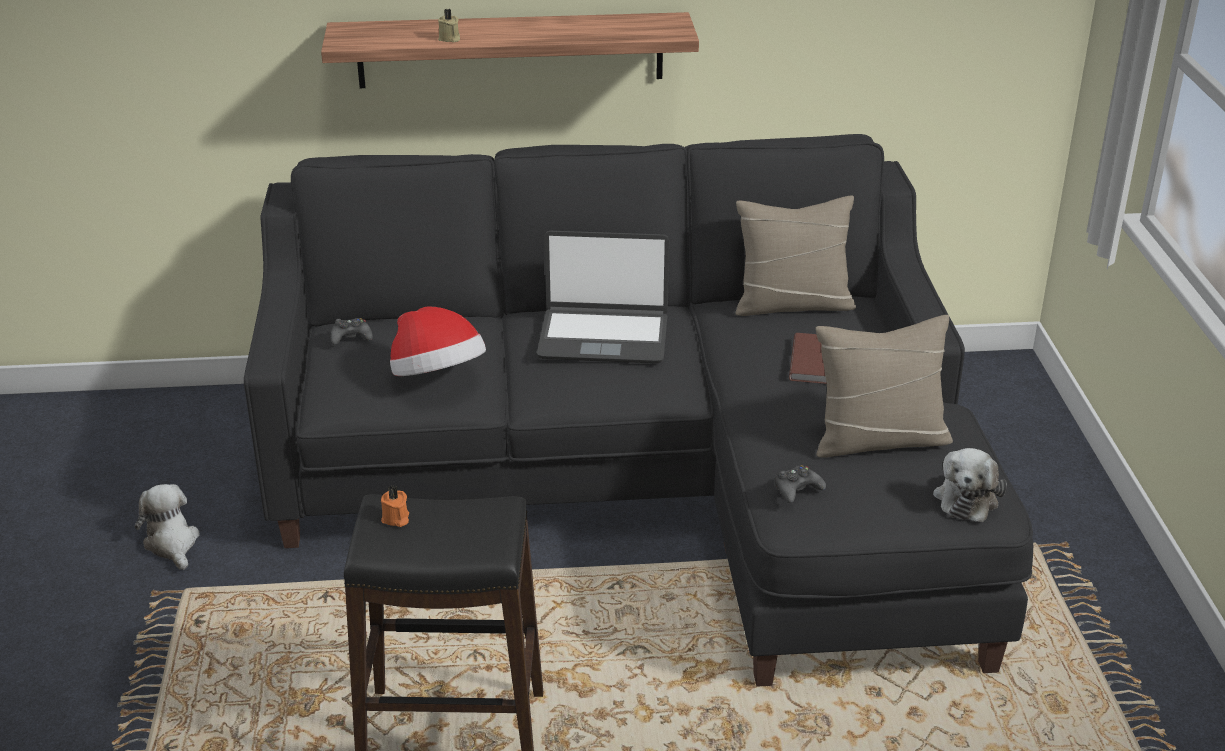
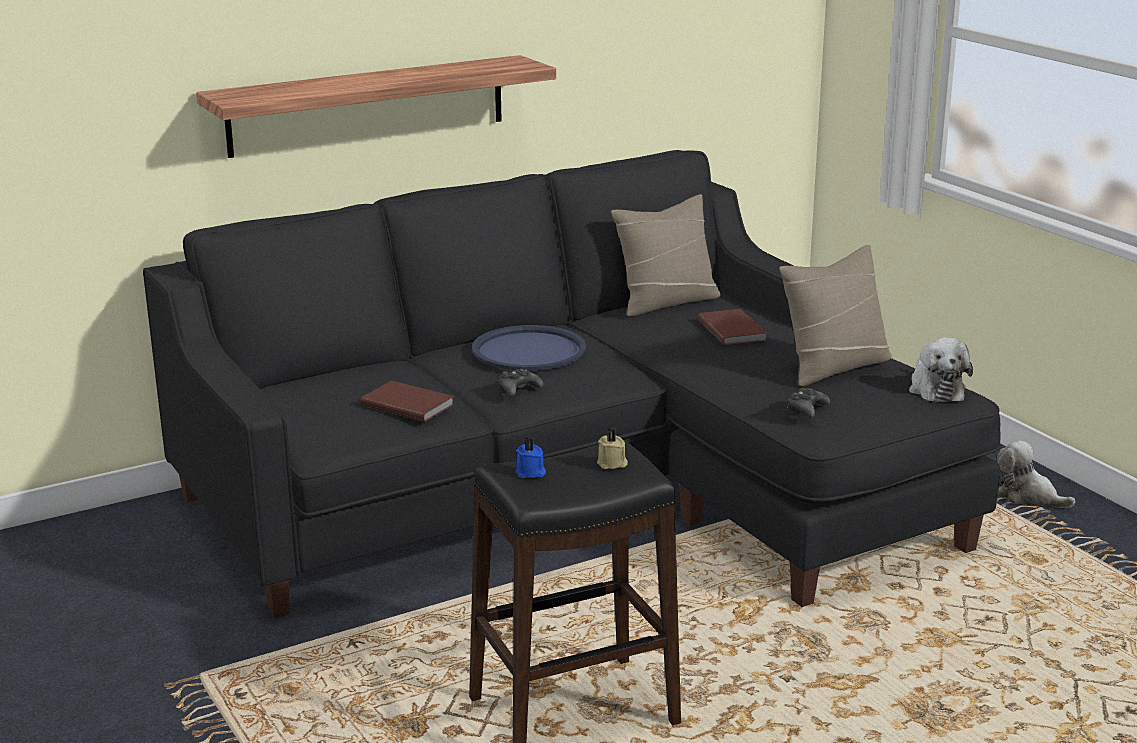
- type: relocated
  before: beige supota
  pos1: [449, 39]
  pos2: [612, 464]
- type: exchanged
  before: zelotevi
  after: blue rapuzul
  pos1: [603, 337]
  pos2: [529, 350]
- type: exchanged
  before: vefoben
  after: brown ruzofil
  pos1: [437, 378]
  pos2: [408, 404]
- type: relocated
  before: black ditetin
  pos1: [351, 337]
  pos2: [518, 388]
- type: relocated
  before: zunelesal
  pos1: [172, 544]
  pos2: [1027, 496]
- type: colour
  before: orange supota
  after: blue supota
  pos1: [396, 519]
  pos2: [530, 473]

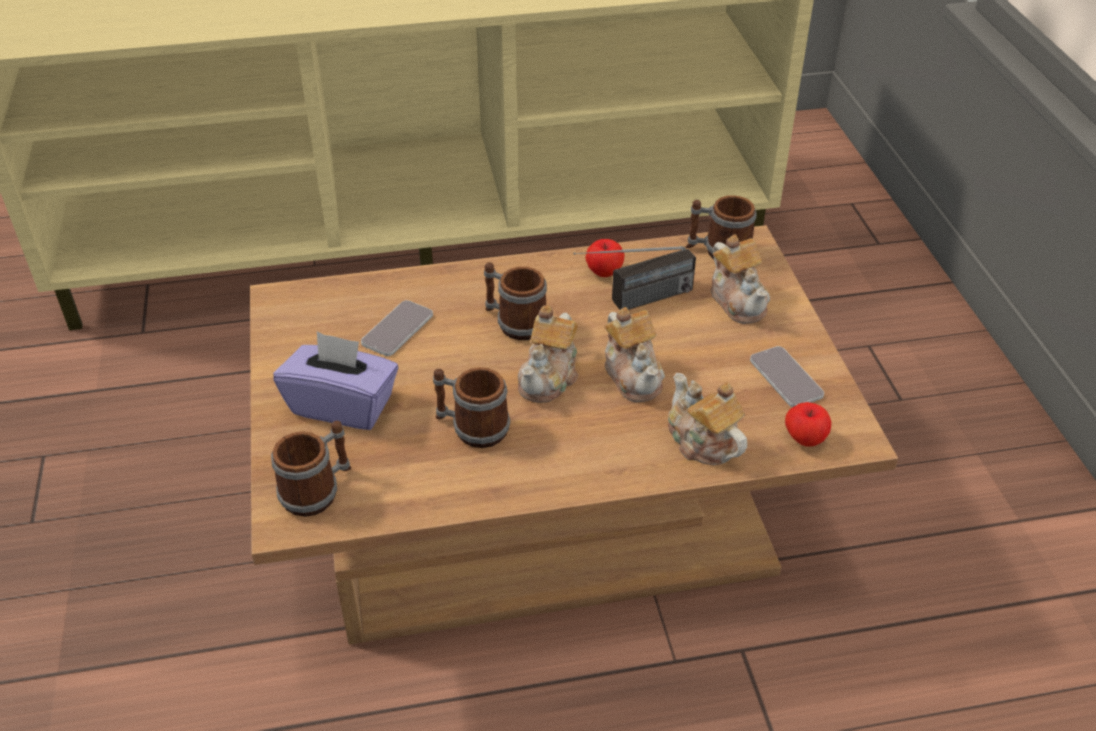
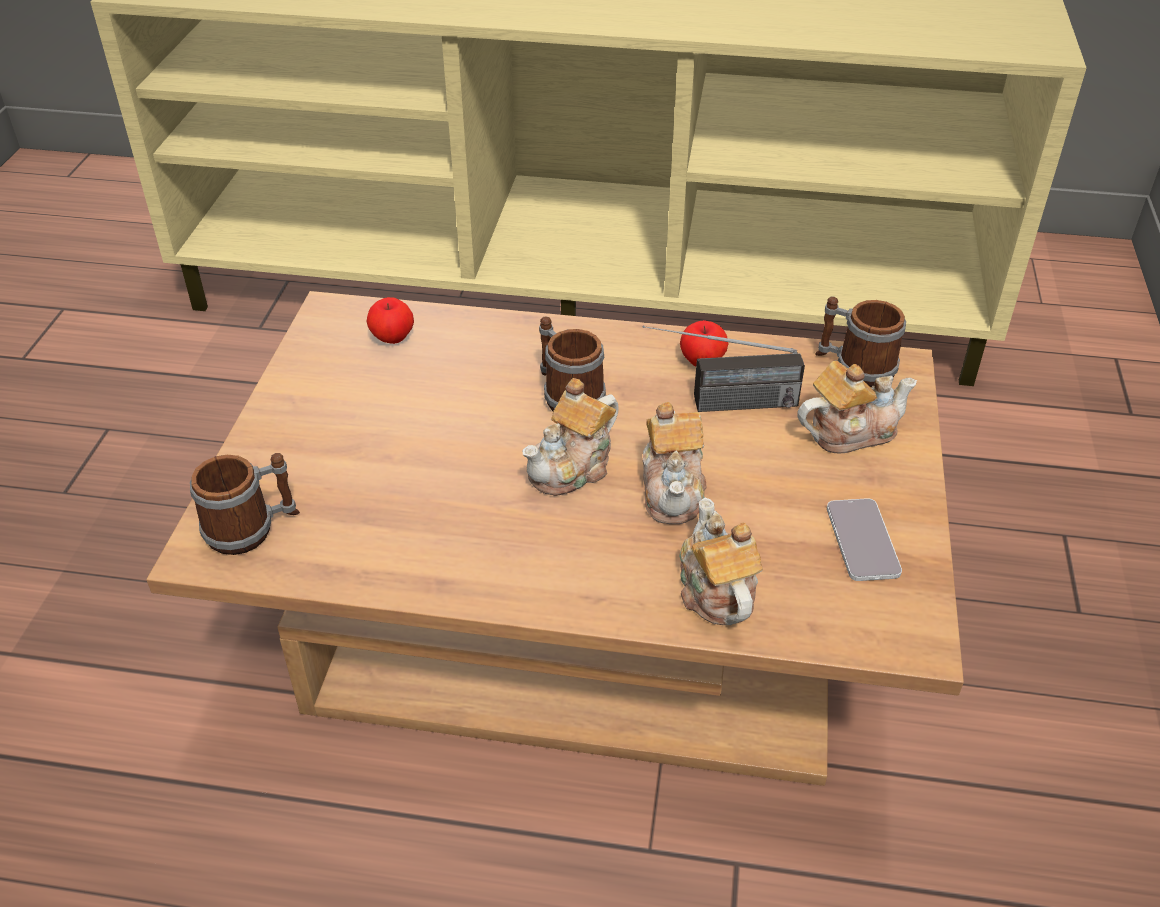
- type: spun
  before: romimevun
  pos1: [738, 300]
  pos2: [849, 432]
  turn: -105
- type: missing
  before: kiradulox
  pos1: [397, 329]
- type: missing
  before: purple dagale
  pos1: [343, 405]
- type: missing
  before: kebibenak
  pos1: [471, 428]
- type: relocated
  before: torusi
  pos1: [804, 439]
  pos2: [392, 337]

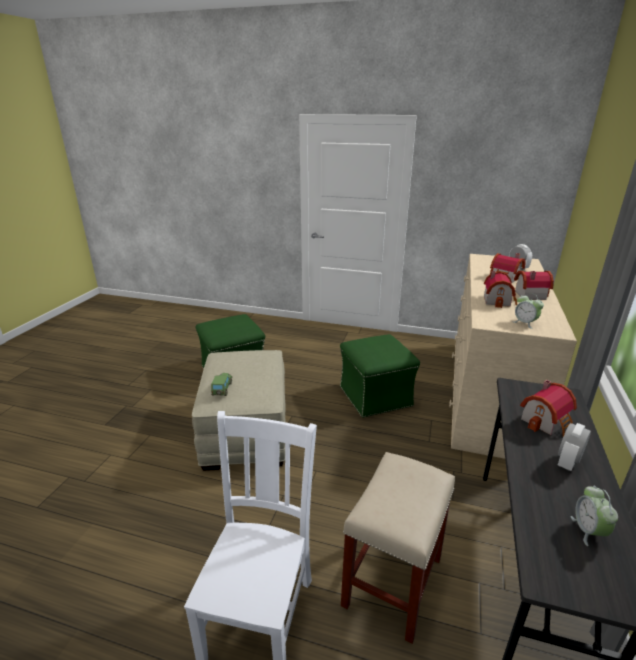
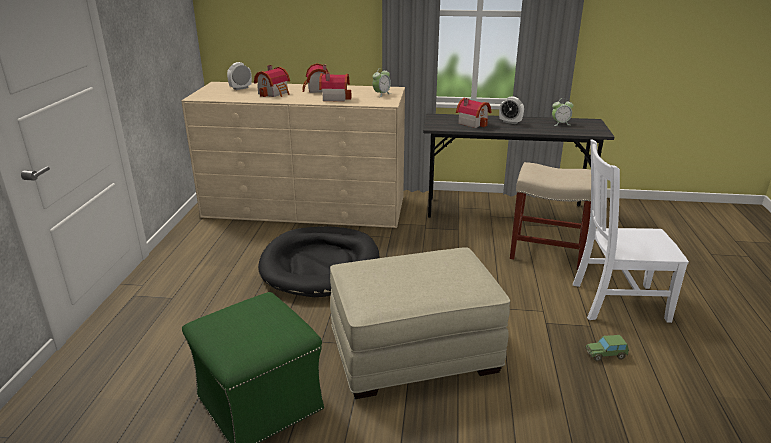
- type: exchanged
  before: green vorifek
  after: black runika
  pos1: [375, 397]
  pos2: [320, 265]
- type: relocated
  before: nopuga
  pos1: [222, 389]
  pos2: [606, 354]

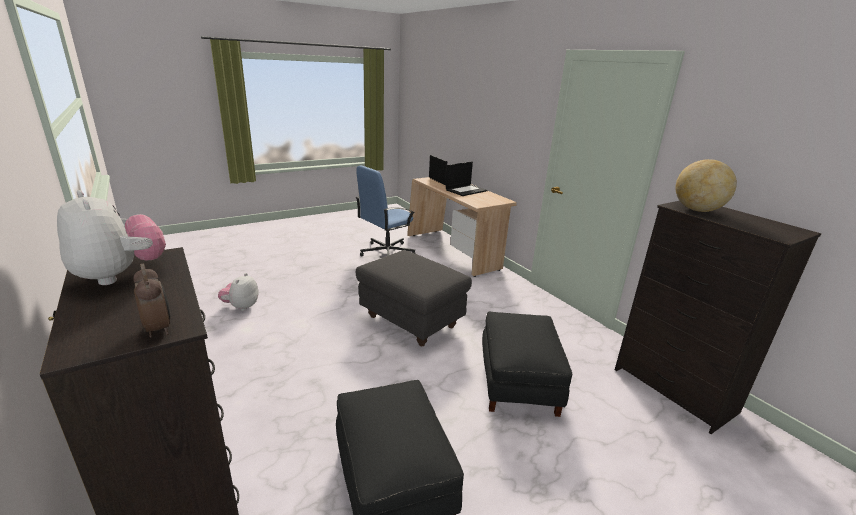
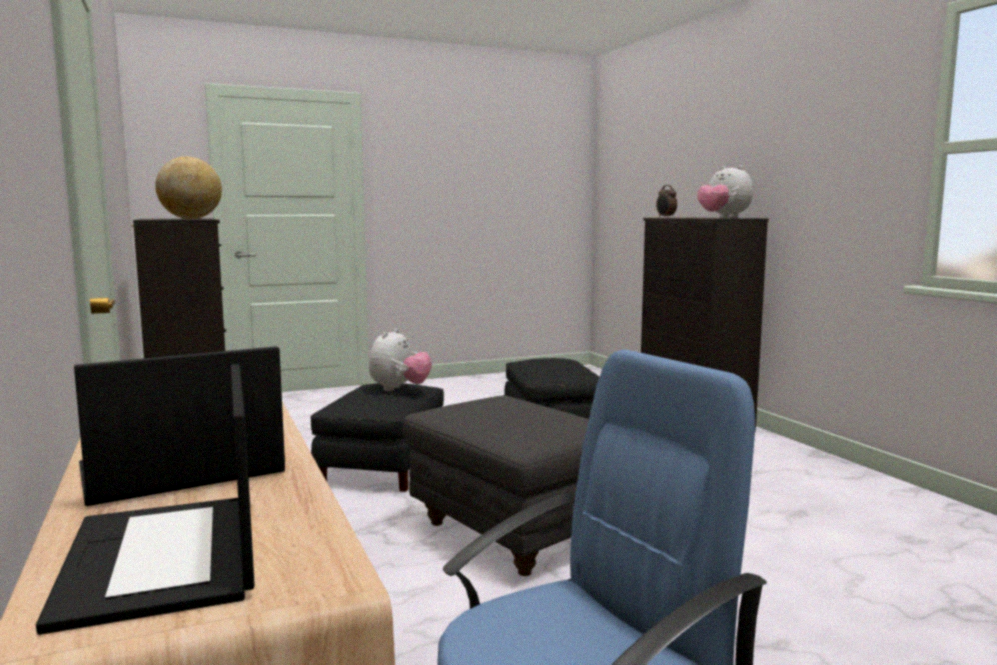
- type: relocated
  before: zunelesal
  pos1: [241, 307]
  pos2: [399, 389]

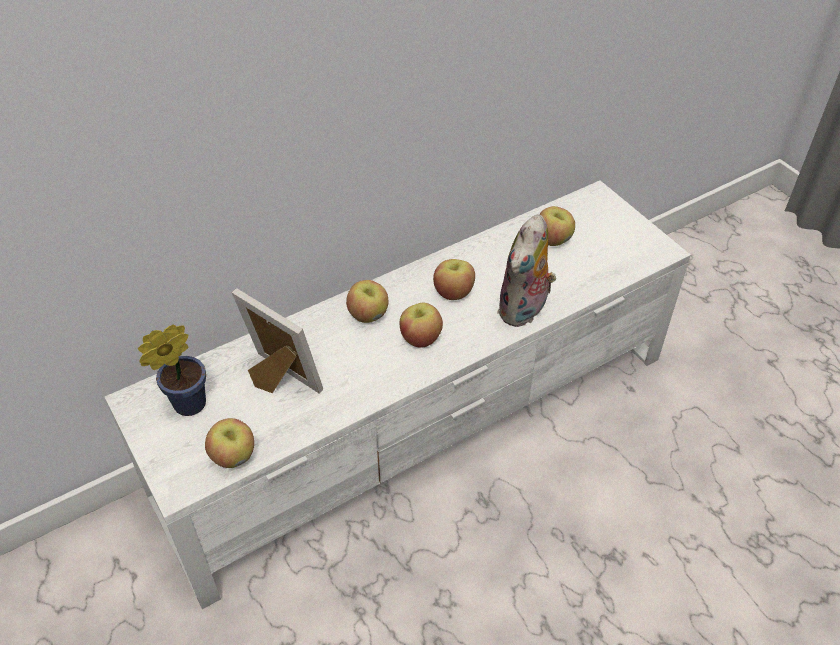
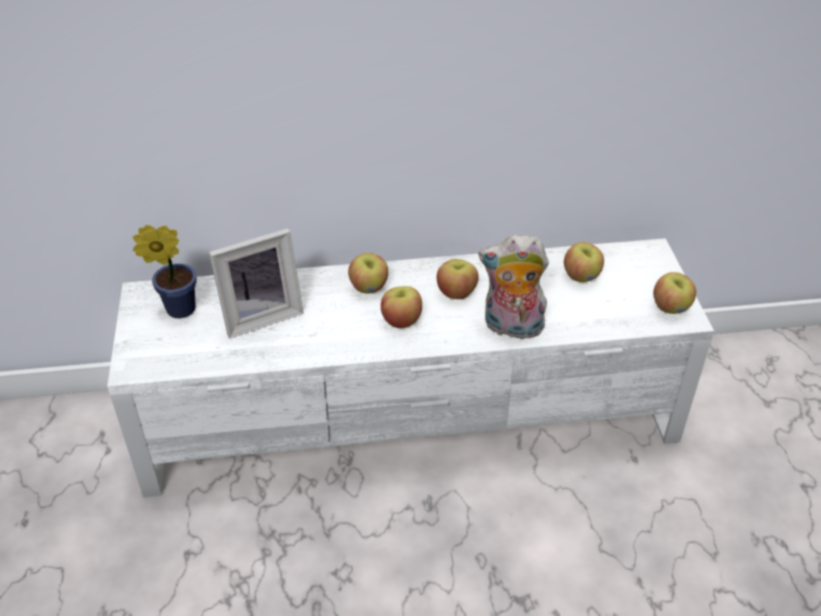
- type: spun
  before: zunelesal
  pos1: [524, 311]
  pos2: [511, 328]
  turn: 45
- type: spun
  before: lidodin
  pos1: [279, 381]
  pos2: [260, 315]
  turn: 90
- type: relocated
  before: torusi
  pos1: [234, 456]
  pos2: [671, 307]

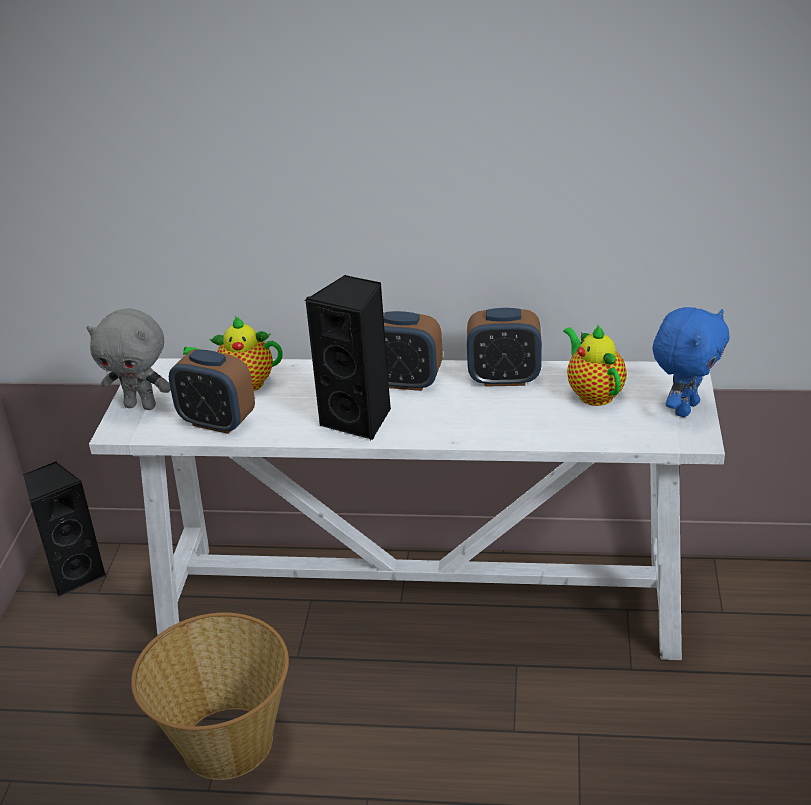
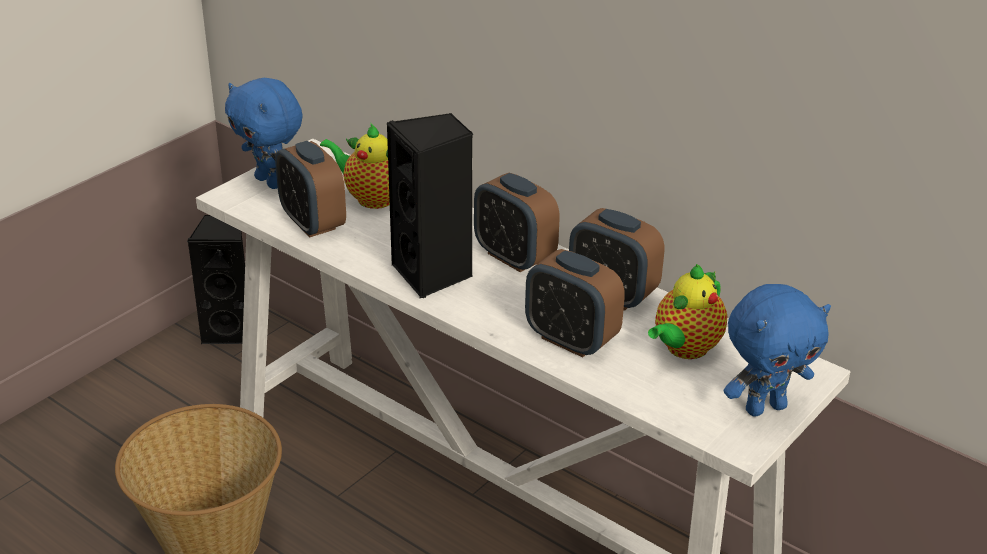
- type: colour
  before: grey zunelesal
  after: blue zunelesal
  pos1: [141, 405]
  pos2: [271, 182]
- type: spun
  before: romimevun
  pos1: [593, 393]
  pos2: [684, 349]
  turn: -150
- type: appeared
  after: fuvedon
  pos2: [571, 340]

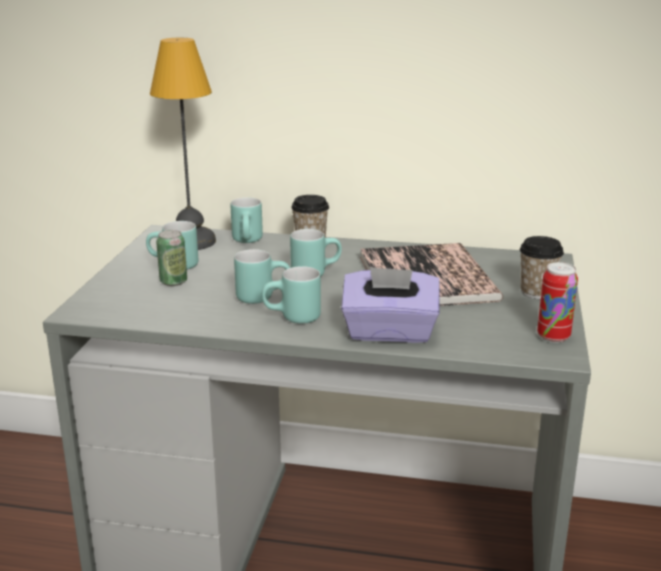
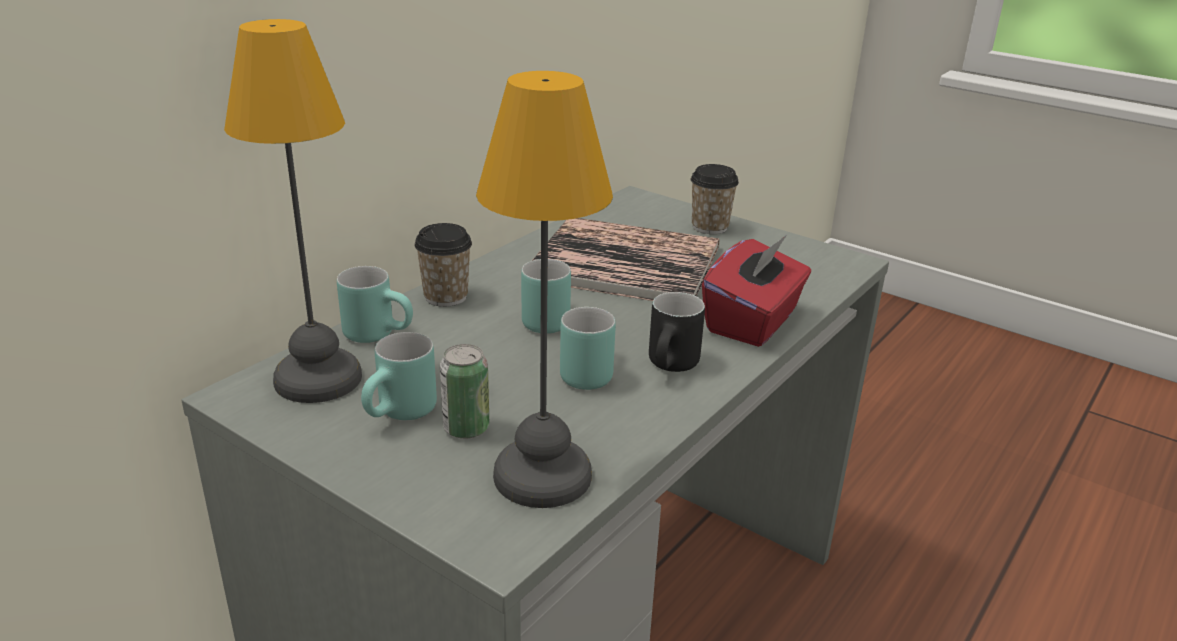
- type: missing
  before: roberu
  pos1: [553, 337]
- type: colour
  before: turquoise kebibenak
  after: black kebibenak
  pos1: [292, 319]
  pos2: [673, 368]
- type: colour
  before: purple dagale
  after: red dagale
  pos1: [389, 332]
  pos2: [753, 322]
- type: appeared
  after: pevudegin
  pos2: [540, 477]

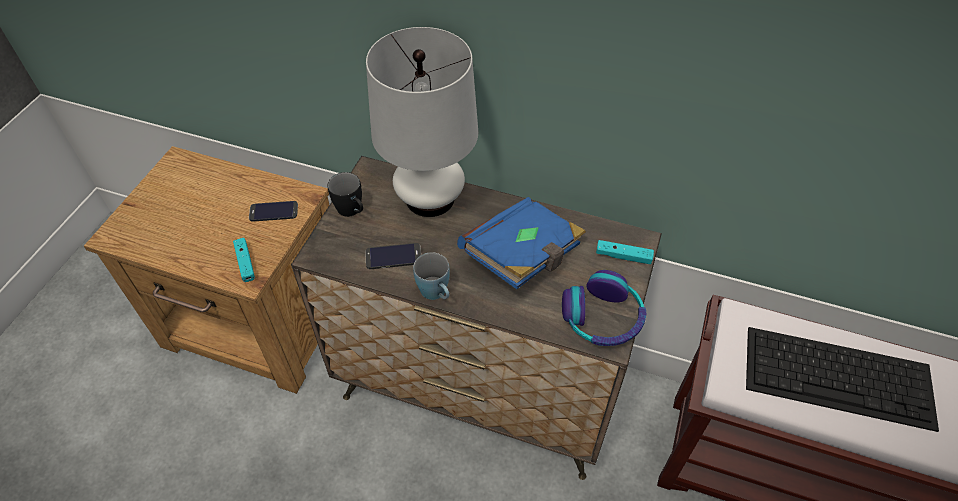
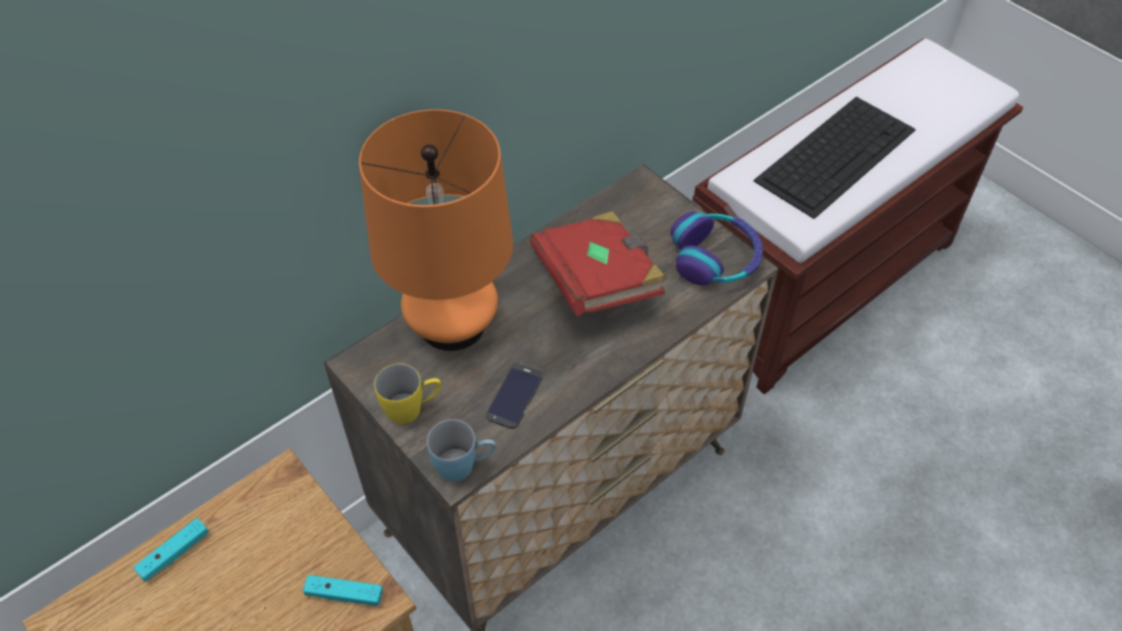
- type: colour
  before: white pevudegin
  after: orange pevudegin
  pos1: [430, 198]
  pos2: [452, 324]
- type: colour
  before: black kebibenak
  after: yellow kebibenak
  pos1: [352, 211]
  pos2: [412, 408]
- type: colour
  before: blue ruzofil
  after: red ruzofil
  pos1: [523, 256]
  pos2: [597, 281]
- type: missing
  before: kiradulox
  pos1: [273, 211]
- type: relocated
  before: turquoise ditetin
  pos1: [623, 256]
  pos2: [174, 554]
- type: relocated
  before: blue kebibenak
  pos1: [436, 294]
  pos2: [464, 465]

